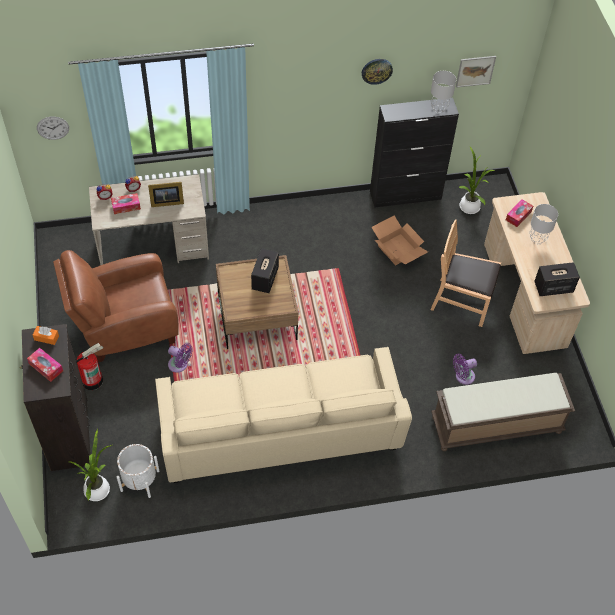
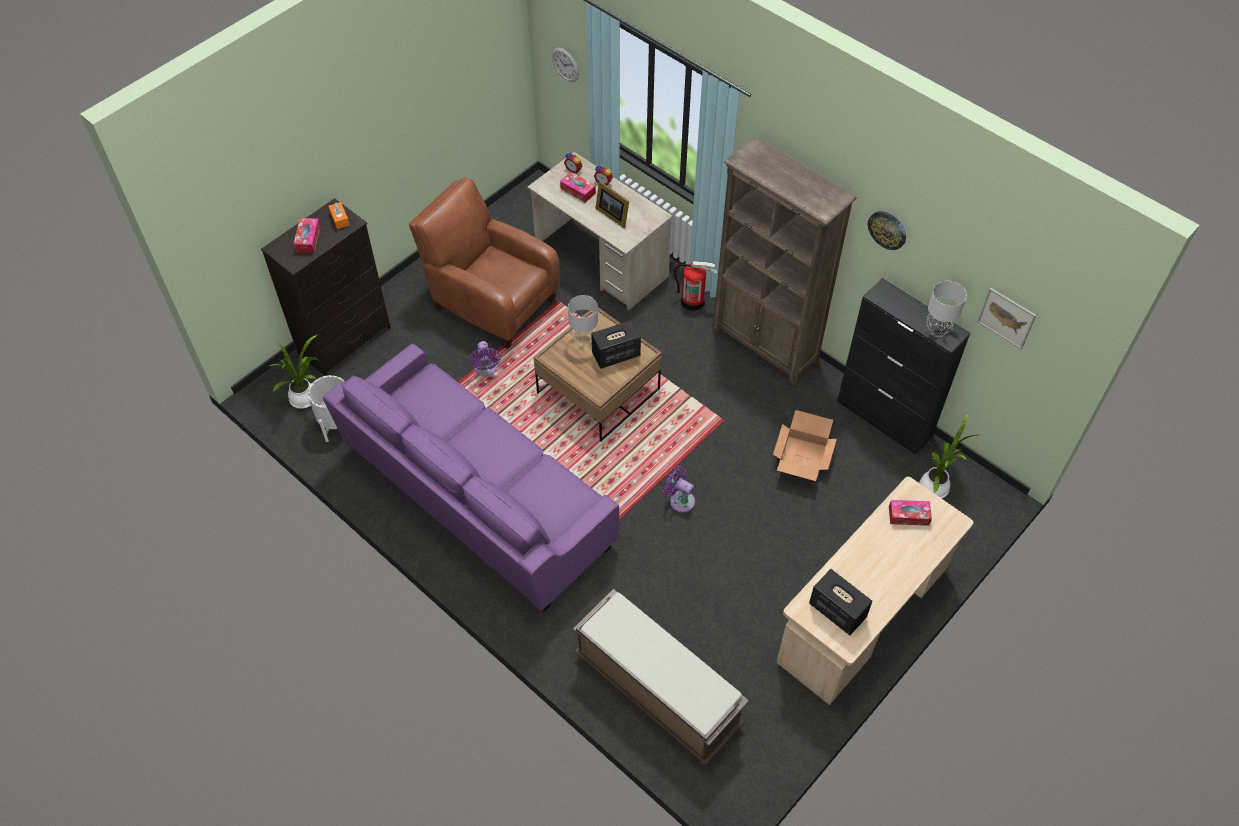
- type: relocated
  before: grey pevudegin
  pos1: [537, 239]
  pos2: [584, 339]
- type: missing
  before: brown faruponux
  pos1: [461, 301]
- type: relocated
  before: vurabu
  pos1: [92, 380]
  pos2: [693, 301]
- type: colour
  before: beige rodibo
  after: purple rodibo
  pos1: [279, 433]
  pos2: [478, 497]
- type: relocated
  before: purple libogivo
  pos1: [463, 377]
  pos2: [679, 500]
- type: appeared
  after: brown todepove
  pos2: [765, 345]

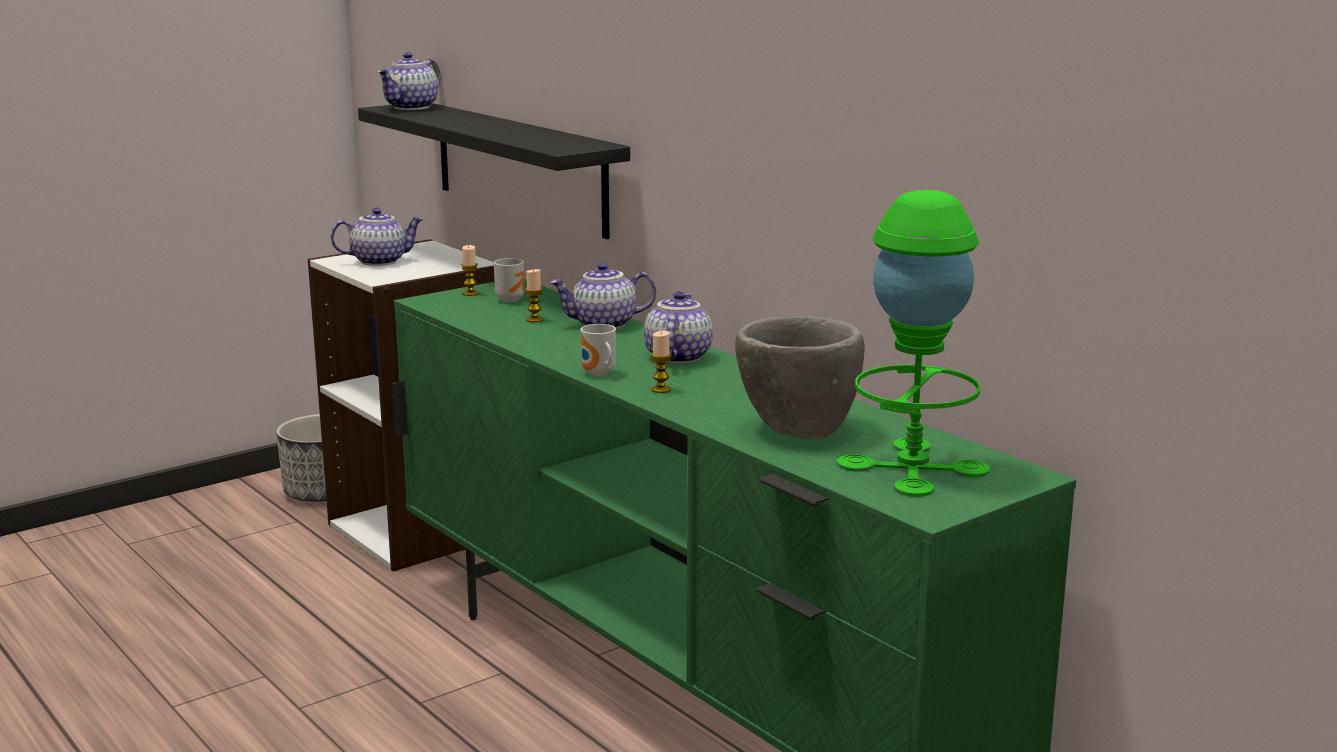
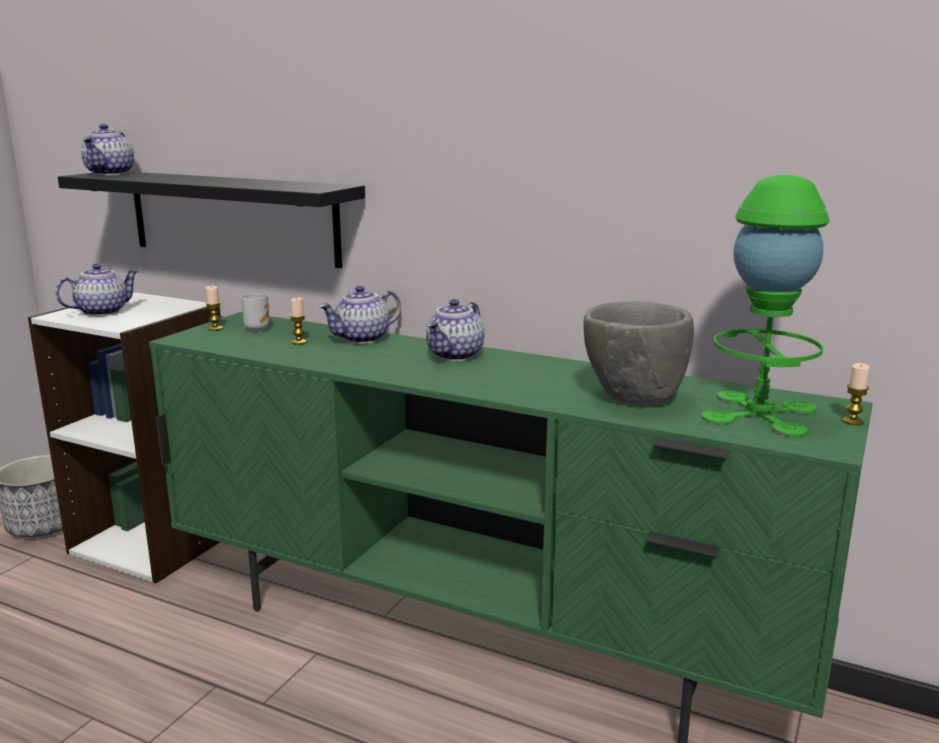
- type: spun
  before: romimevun
  pos1: [676, 357]
  pos2: [456, 356]
  turn: -135
- type: missing
  before: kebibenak
  pos1: [598, 374]
- type: relocated
  before: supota
  pos1: [661, 389]
  pos2: [852, 421]

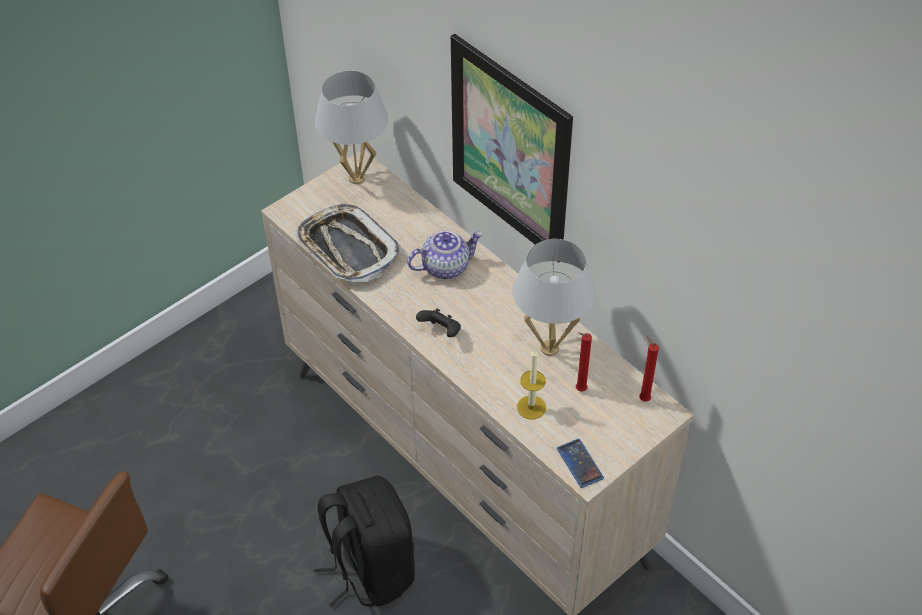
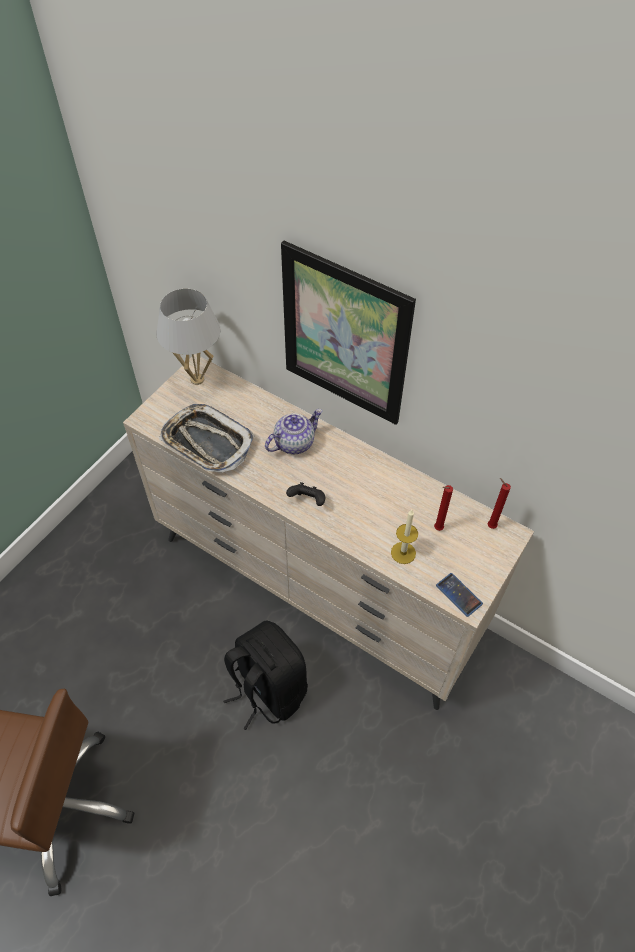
- type: missing
  before: white pevudegin
  pos1: [550, 348]

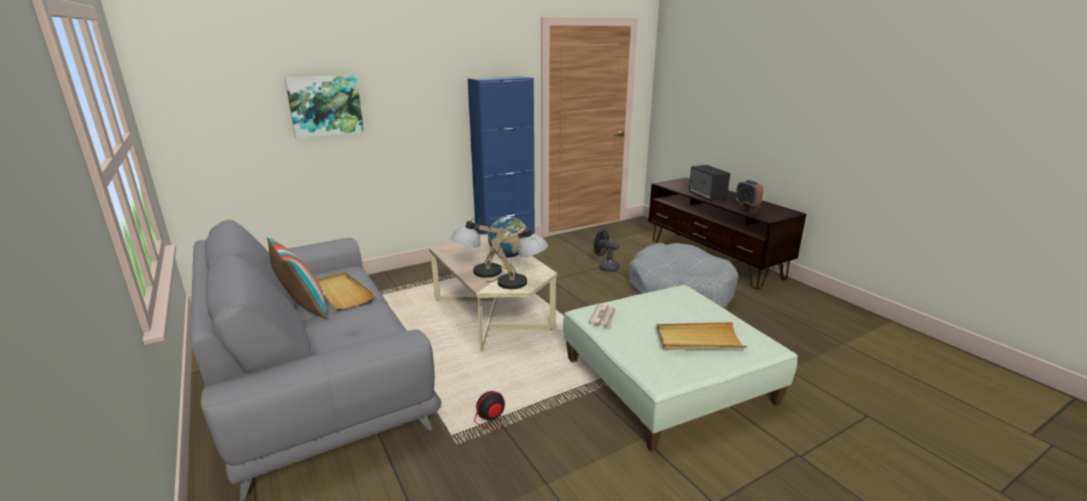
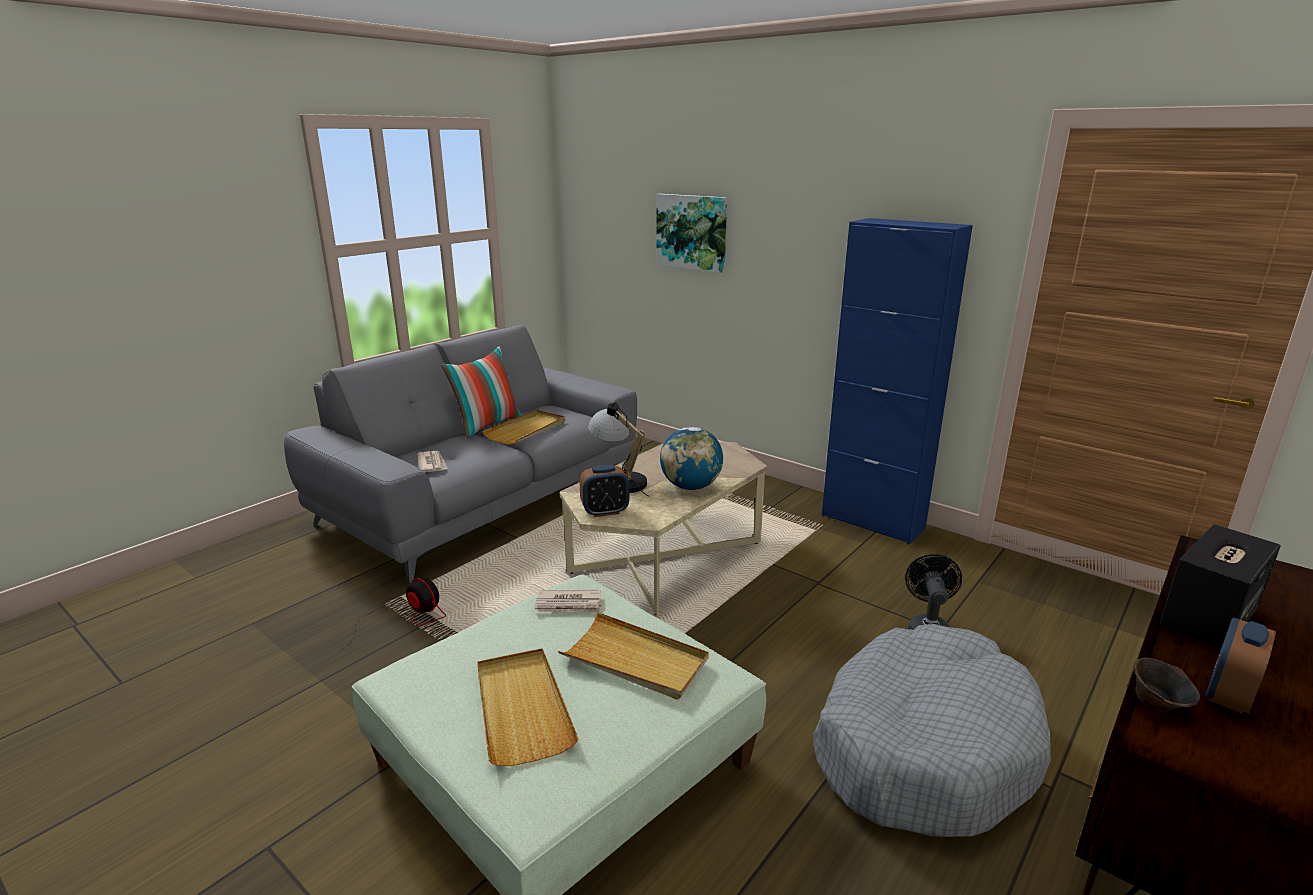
- type: exchanged
  before: pevudegin
  after: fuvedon
  pos1: [521, 283]
  pos2: [605, 511]
- type: appeared
  after: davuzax
  pos2: [432, 464]
- type: appeared
  after: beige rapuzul
  pos2: [635, 660]

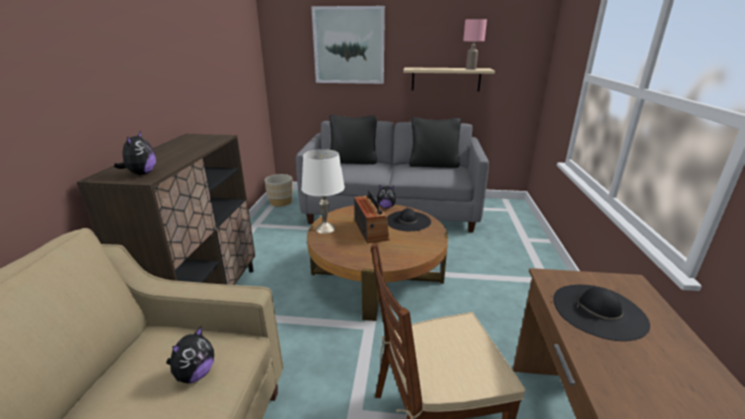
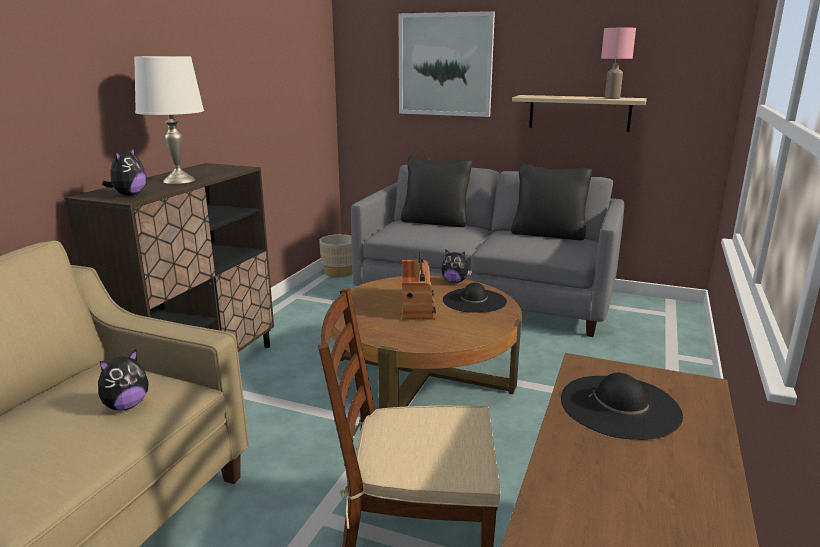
- type: relocated
  before: white pevudegin
  pos1: [325, 229]
  pos2: [179, 180]

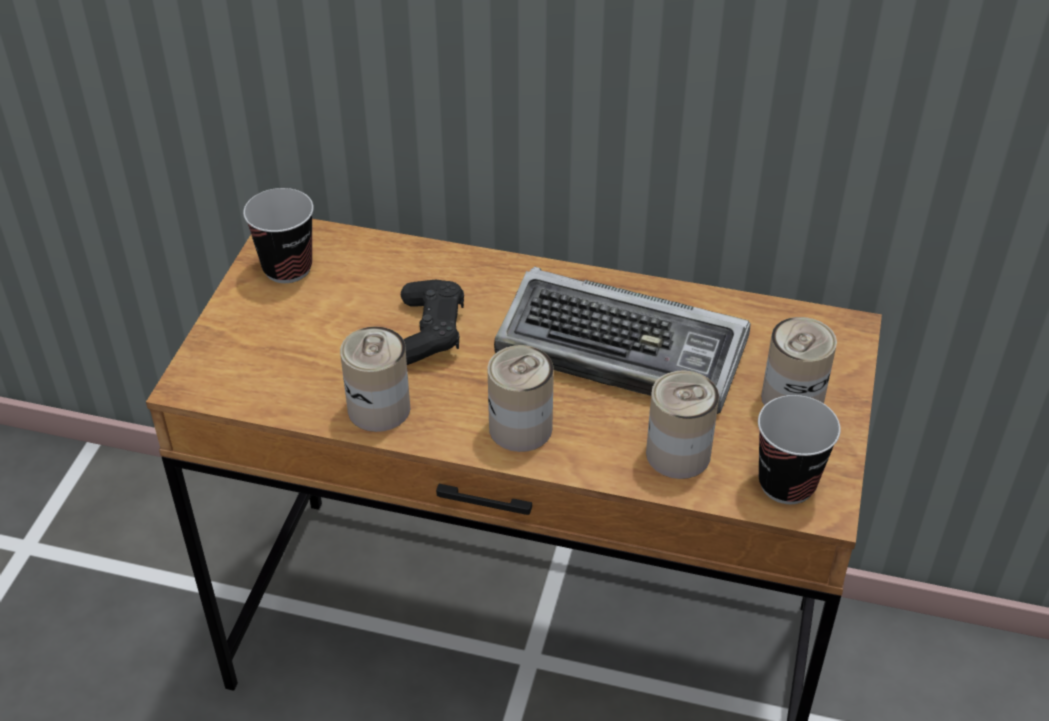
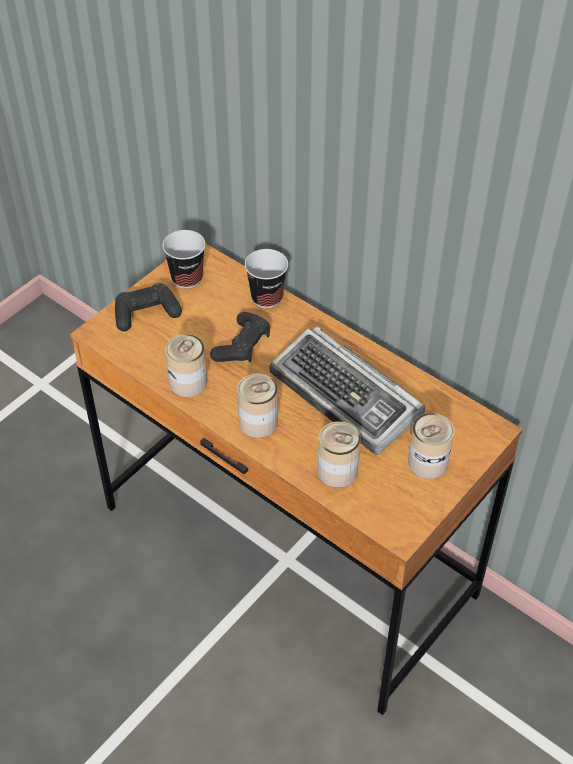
- type: relocated
  before: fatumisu
  pos1: [787, 483]
  pos2: [267, 298]
- type: appeared
  after: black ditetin
  pos2: [146, 313]

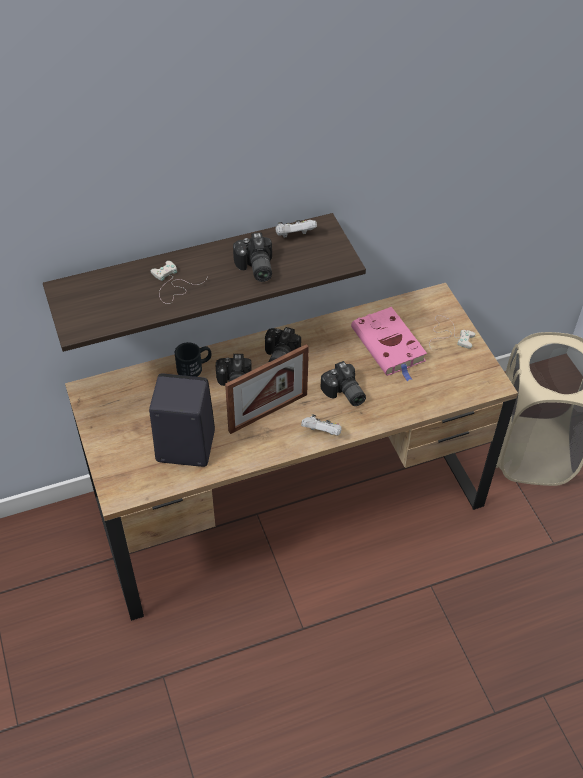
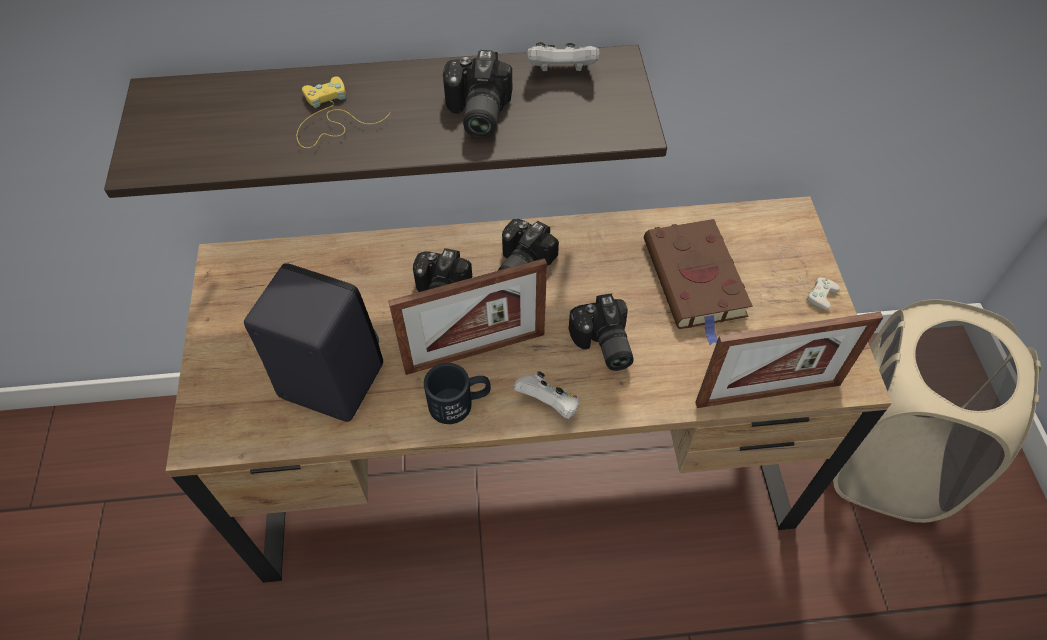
- type: colour
  before: white ditetin
  after: yellow ditetin
  pos1: [173, 285]
  pos2: [330, 118]
- type: colour
  before: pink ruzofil
  after: brown ruzofil
  pos1: [389, 346]
  pos2: [696, 282]
- type: relocated
  before: black kebibenak
  pos1: [194, 367]
  pos2: [460, 403]
- type: appeared
  after: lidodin
  pos2: [768, 394]

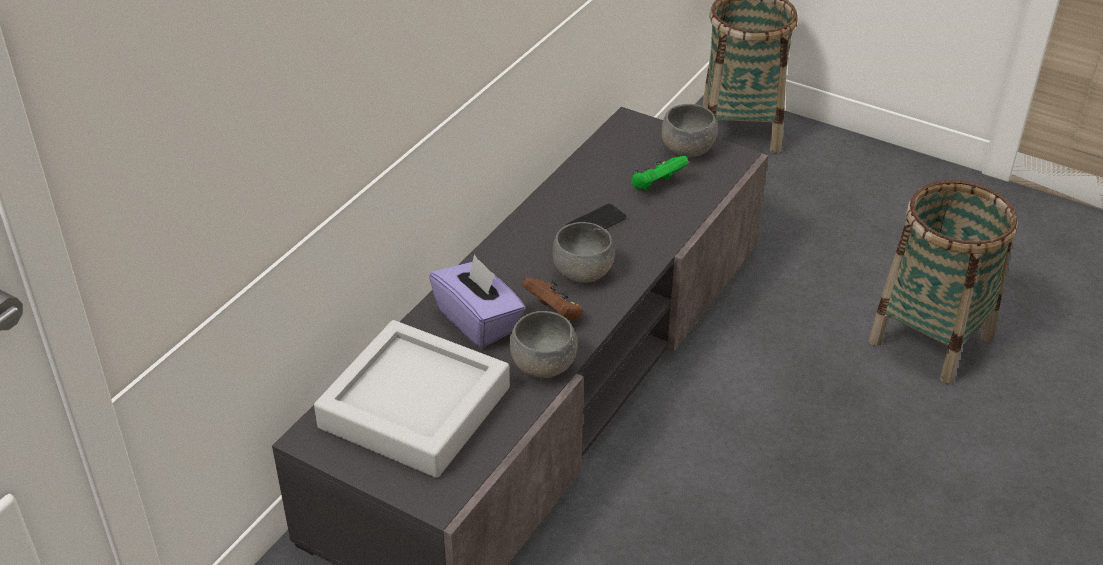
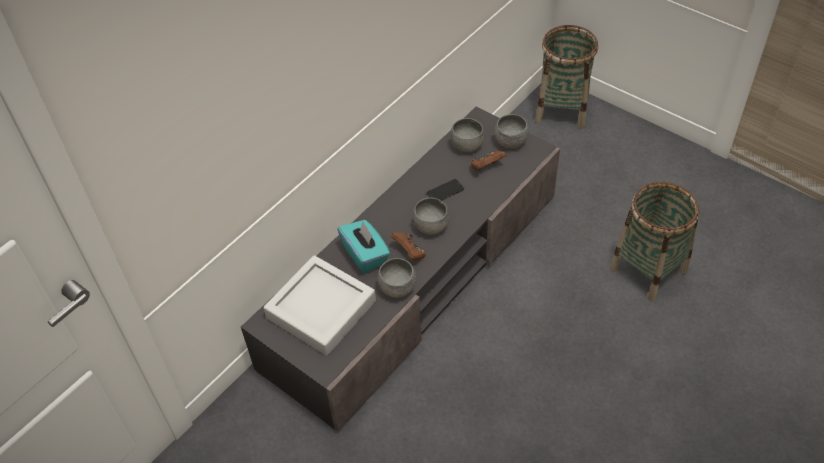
- type: colour
  before: green ditetin
  after: brown ditetin
  pos1: [656, 186]
  pos2: [486, 167]
- type: colour
  before: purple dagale
  after: turquoise dagale
  pos1: [478, 321]
  pos2: [365, 255]
- type: appeared
  after: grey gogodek
  pos2: [467, 145]

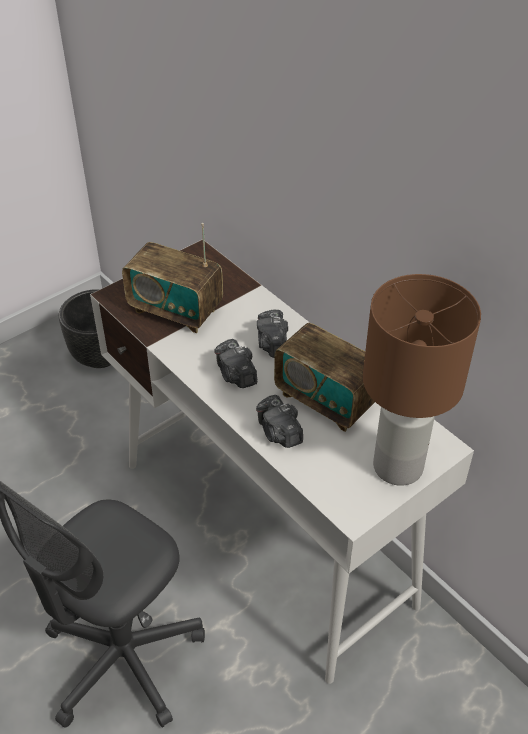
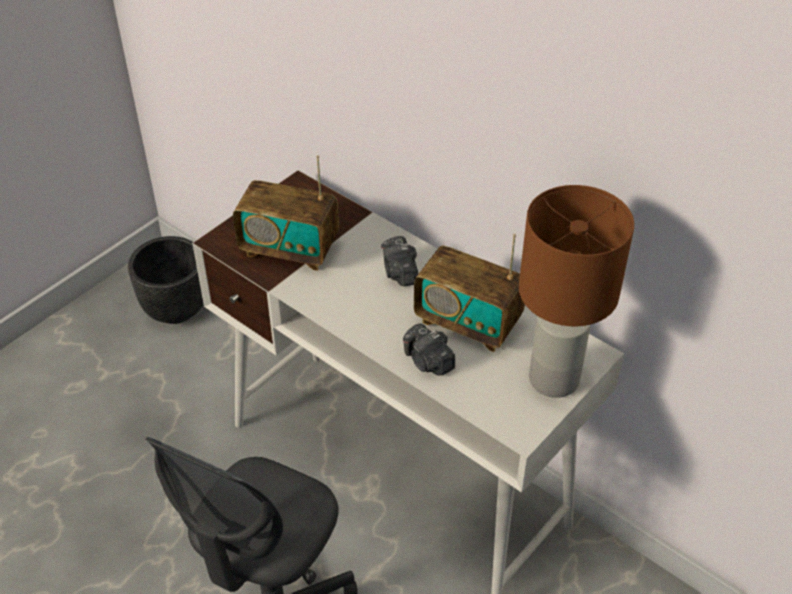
- type: missing
  before: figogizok
  pos1: [236, 375]

